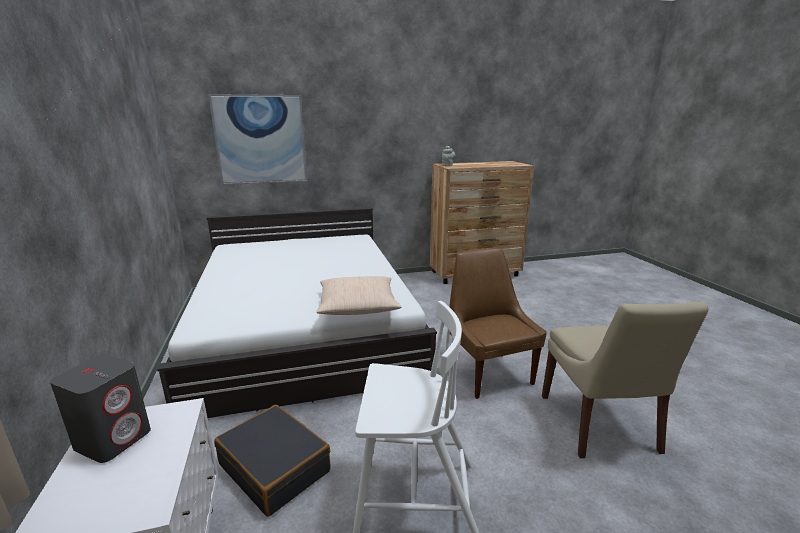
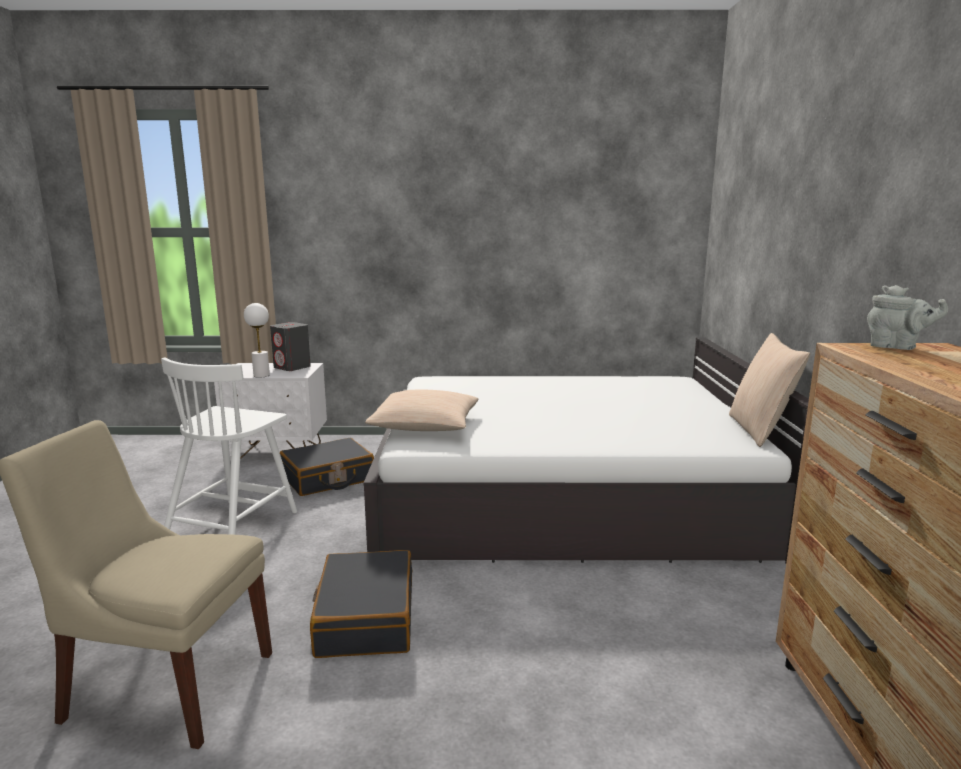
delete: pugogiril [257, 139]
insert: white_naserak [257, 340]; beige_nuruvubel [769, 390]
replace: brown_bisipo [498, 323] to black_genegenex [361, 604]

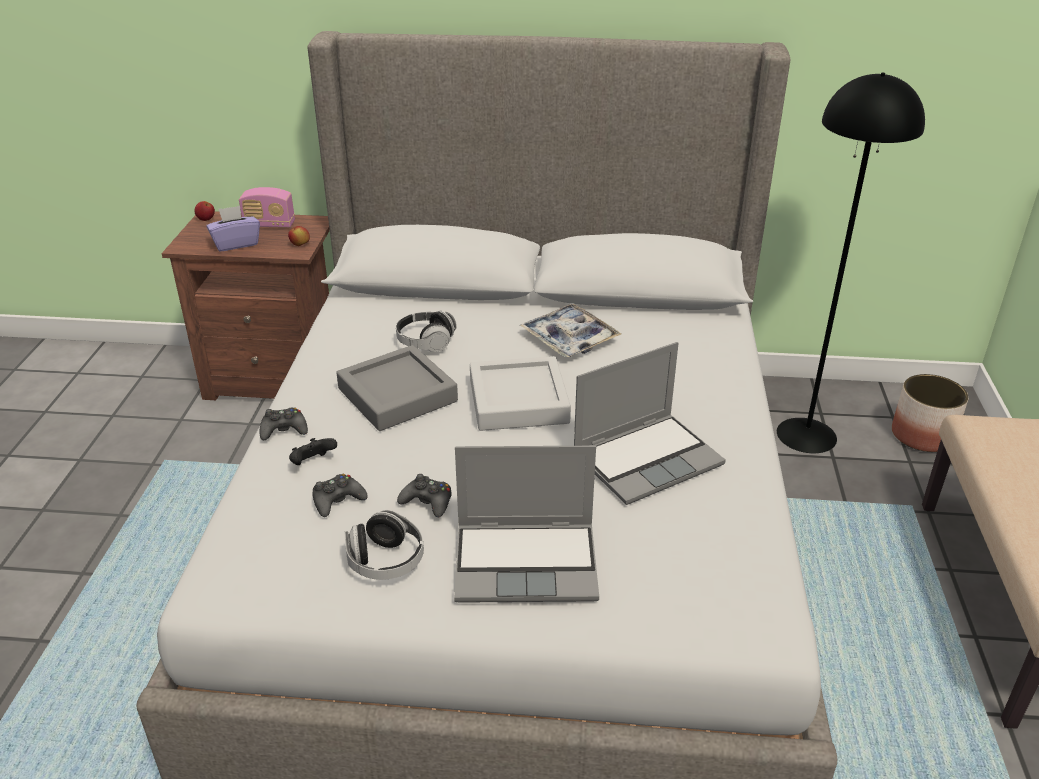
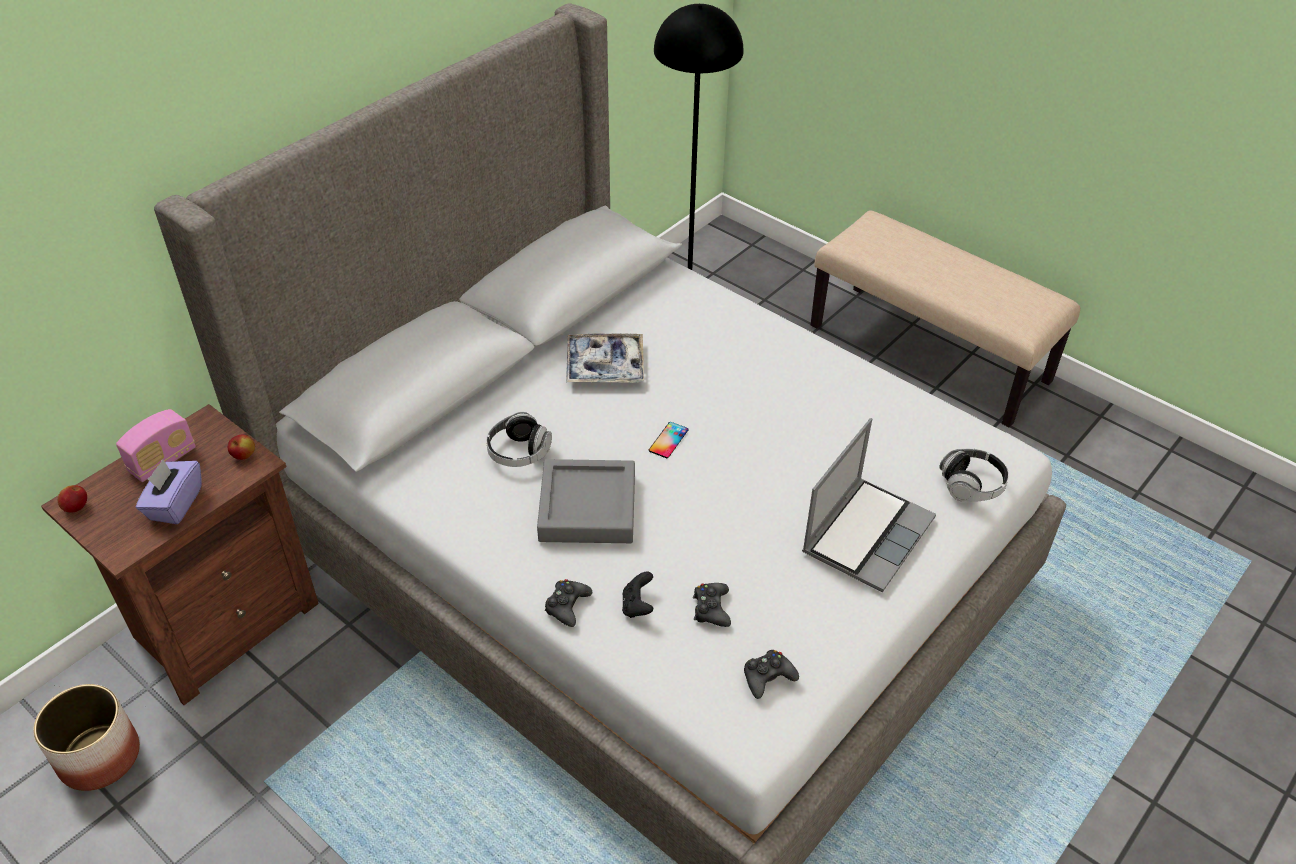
delete: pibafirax [650, 423]
move: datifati [384, 545] to [974, 475]; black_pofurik [424, 495] to [771, 674]; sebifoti [930, 413] to [86, 737]
replace: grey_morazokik [520, 393] to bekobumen [668, 440]

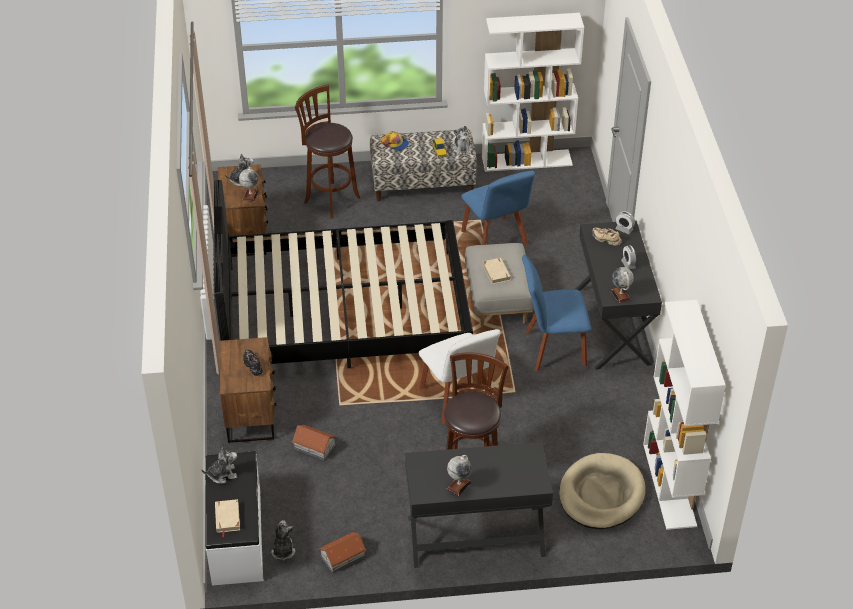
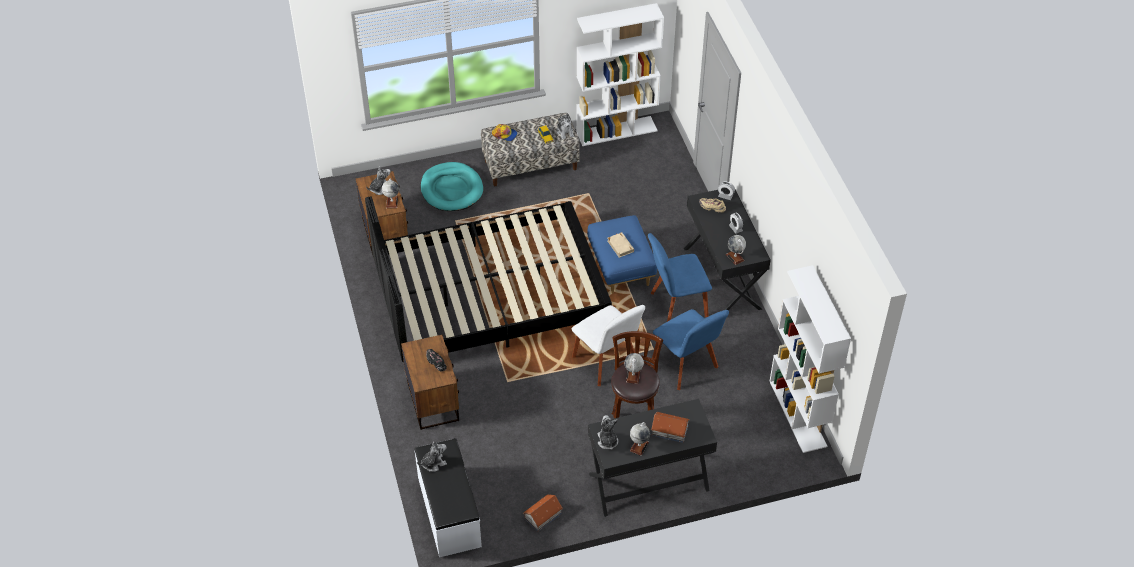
delete: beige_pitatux [227, 518]; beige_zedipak [602, 491]
insert: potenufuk [634, 368]
move: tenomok [283, 540] to [608, 432]; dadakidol [314, 443] to [670, 427]; blue_bisipo [498, 208] to [690, 349]
replace: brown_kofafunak [327, 152] to turquoise_zedipak [452, 186]
recolor: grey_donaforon [499, 285] to blue_donaforon [622, 254]

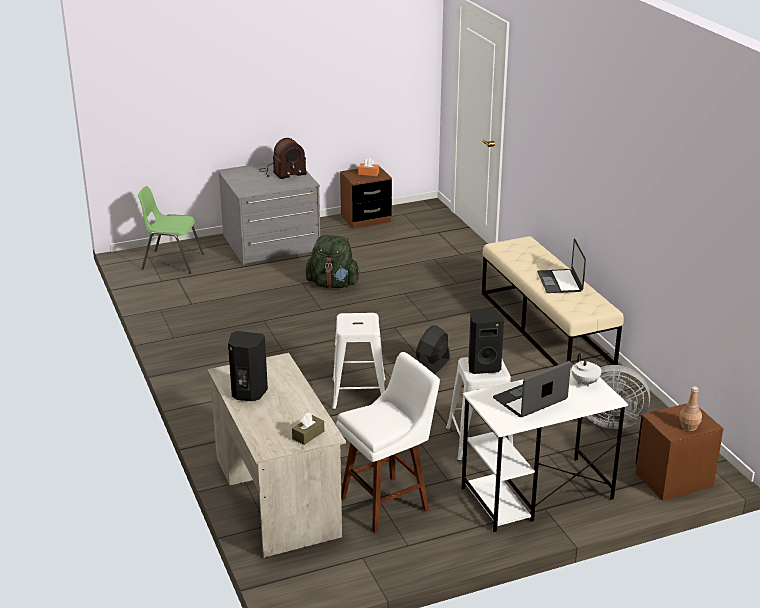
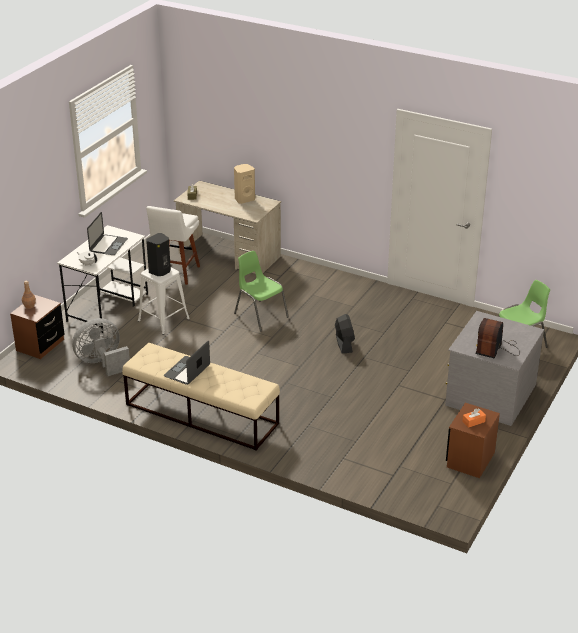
delete: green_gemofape [333, 261]
move: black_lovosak [433, 349] to [345, 333]
replace: white_kofafunak [358, 361] to green_bisipo [261, 291]
recolor: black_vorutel [248, 366] to beige_vorutel [244, 184]
rotate: pibafirax [561, 265] = [187, 363] 105 degrees counterclockwise

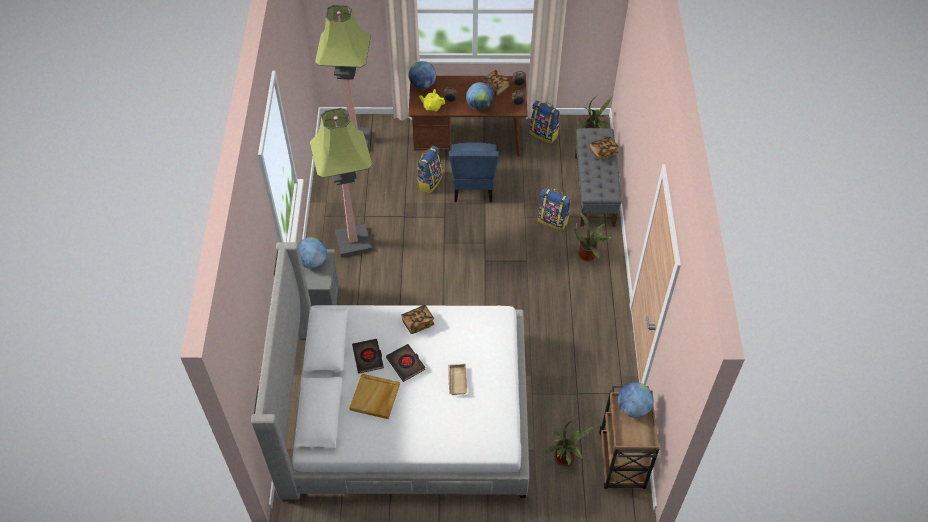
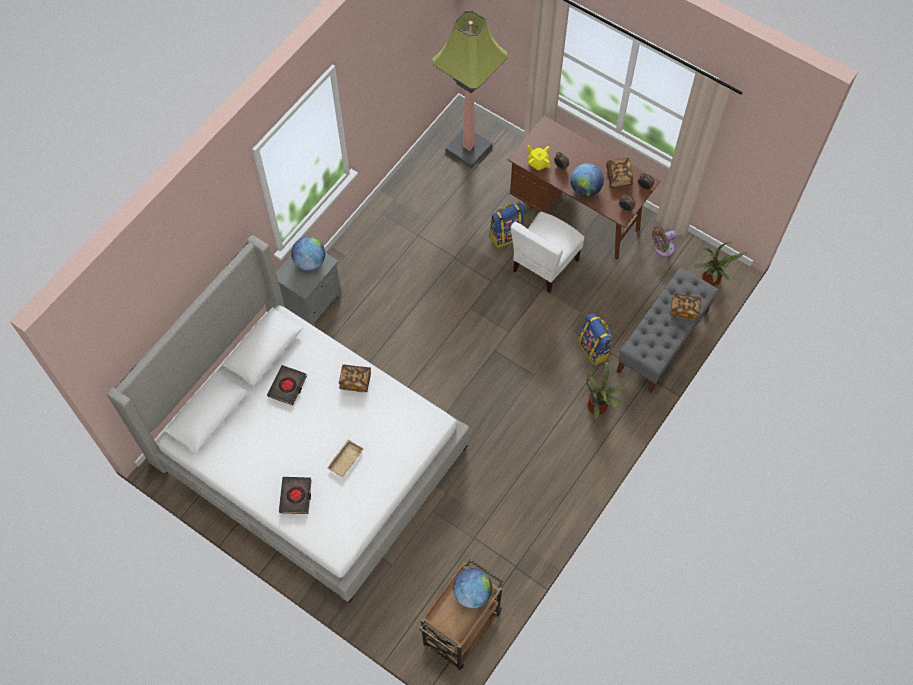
delete: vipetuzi [341, 182]; beige_morazokik [374, 396]; potenufuk [422, 75]; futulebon [569, 442]
move: black_pitatux [406, 363] to [295, 495]
replace: gemofape [545, 122] to brown_lovosak [664, 241]
recolor: blue_bisipo [474, 172] to white_bisipo [547, 252]

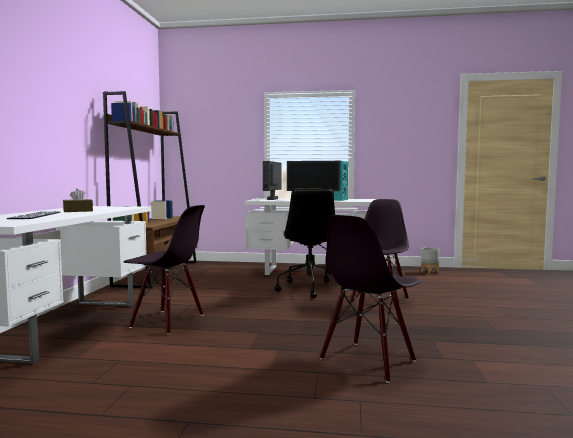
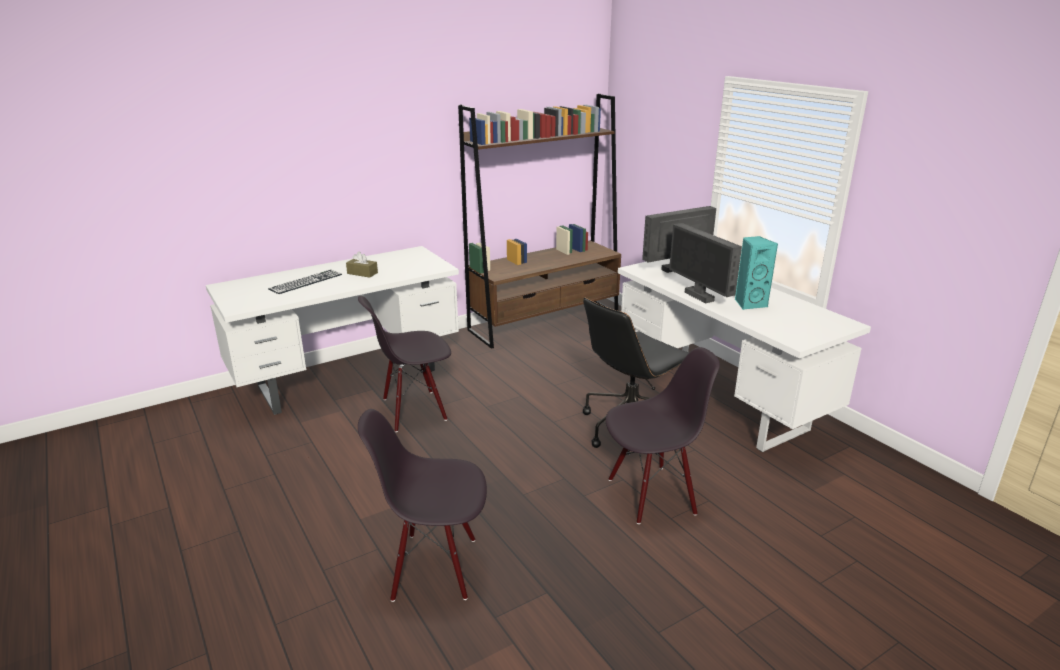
delete: grey_sebifoti [430, 261]
rotate: black_bisipo [164, 269] = [404, 364] 90 degrees clockwise

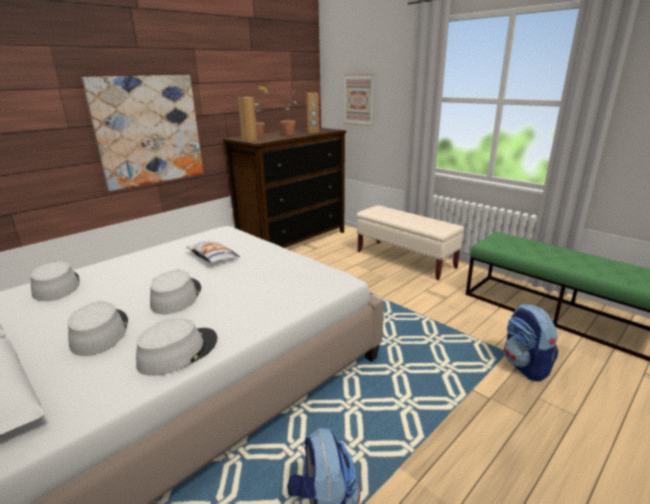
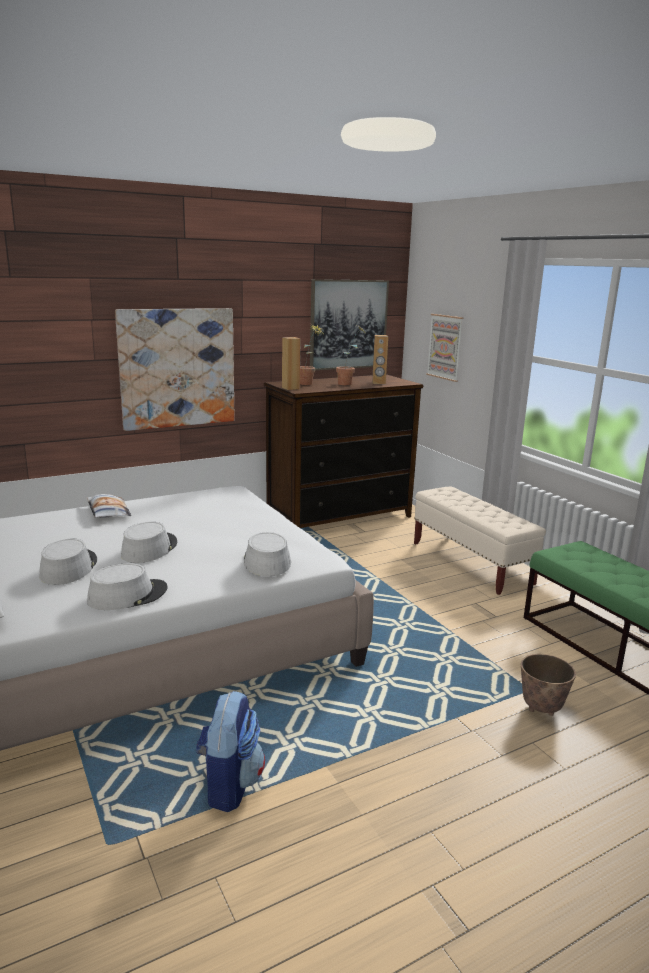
insert: pugogiril [349, 324]
move: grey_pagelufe [55, 281] to [267, 554]; nuruvubel [213, 252] to [108, 506]
replace: gemofape [531, 343] to sebifoti [548, 685]

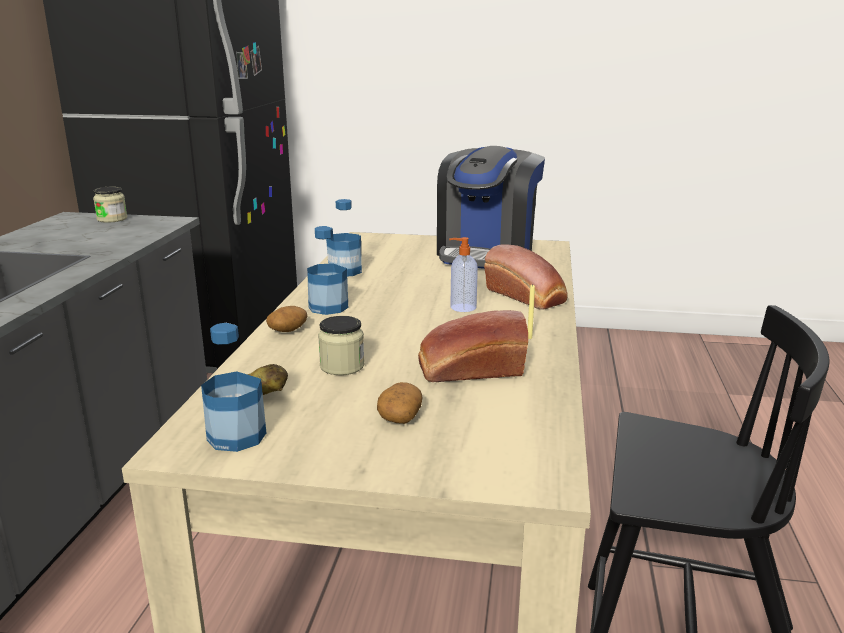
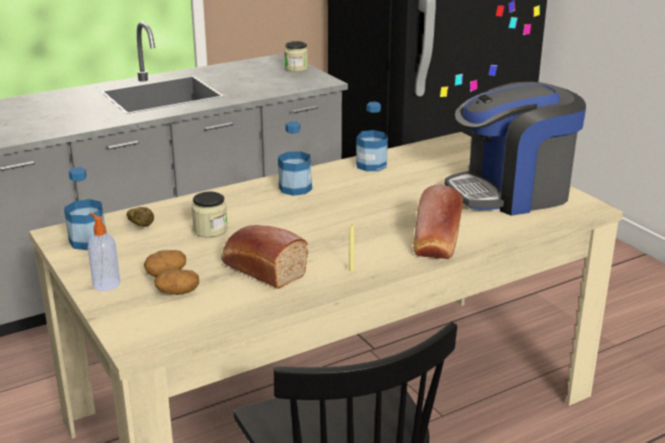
move: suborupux [286, 319] to [177, 282]; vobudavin [463, 274] to [104, 252]

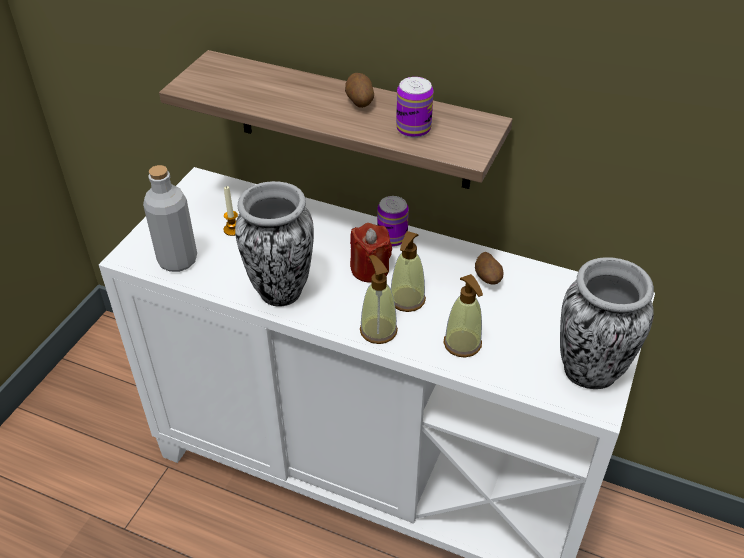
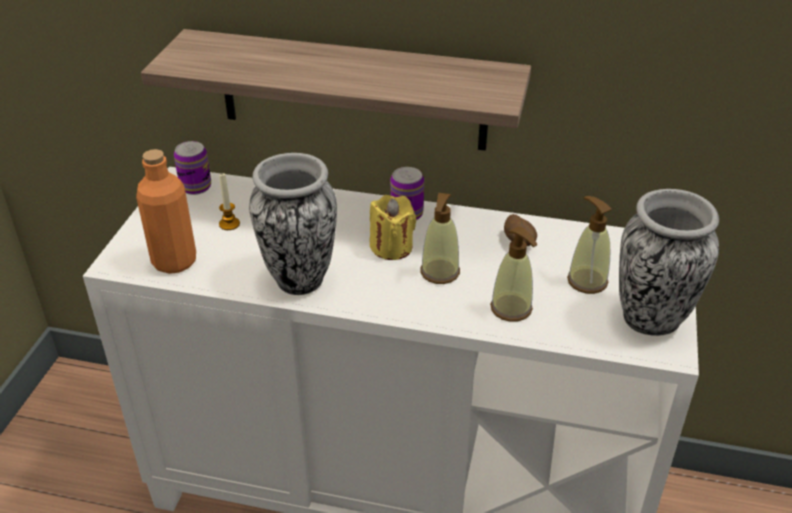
delete: suborupux [359, 90]
move: vobudavin [379, 299] to [589, 245]; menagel [415, 107] to [192, 168]
recolor: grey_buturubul [170, 218] to orange_buturubul [166, 211]; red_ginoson [371, 253] to yellow_ginoson [393, 227]

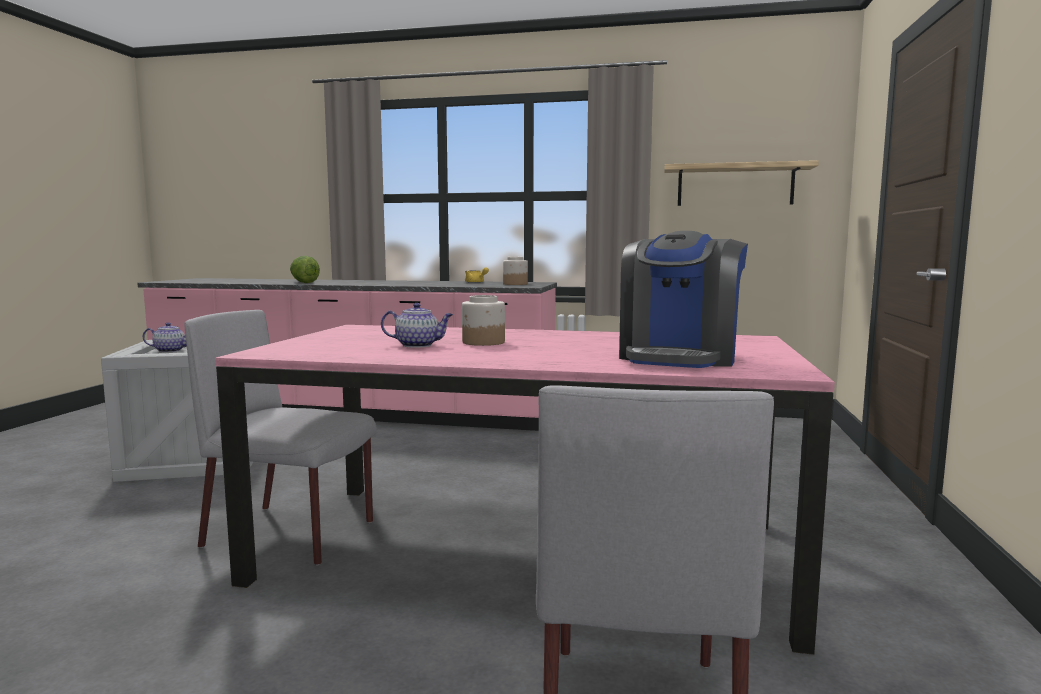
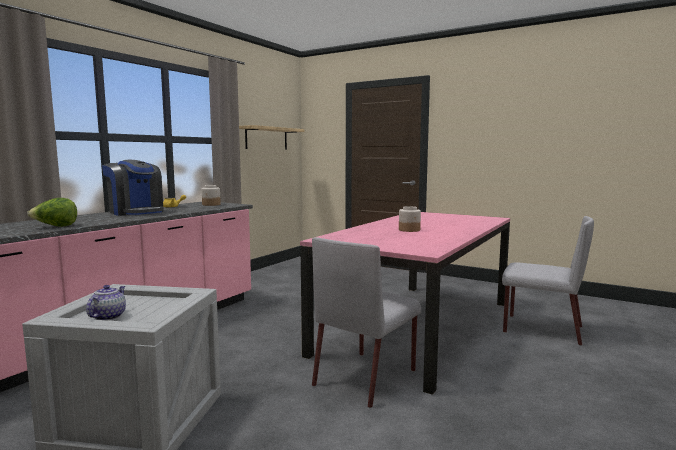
delete: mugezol [417, 325]
move: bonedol [683, 299] to [133, 188]

